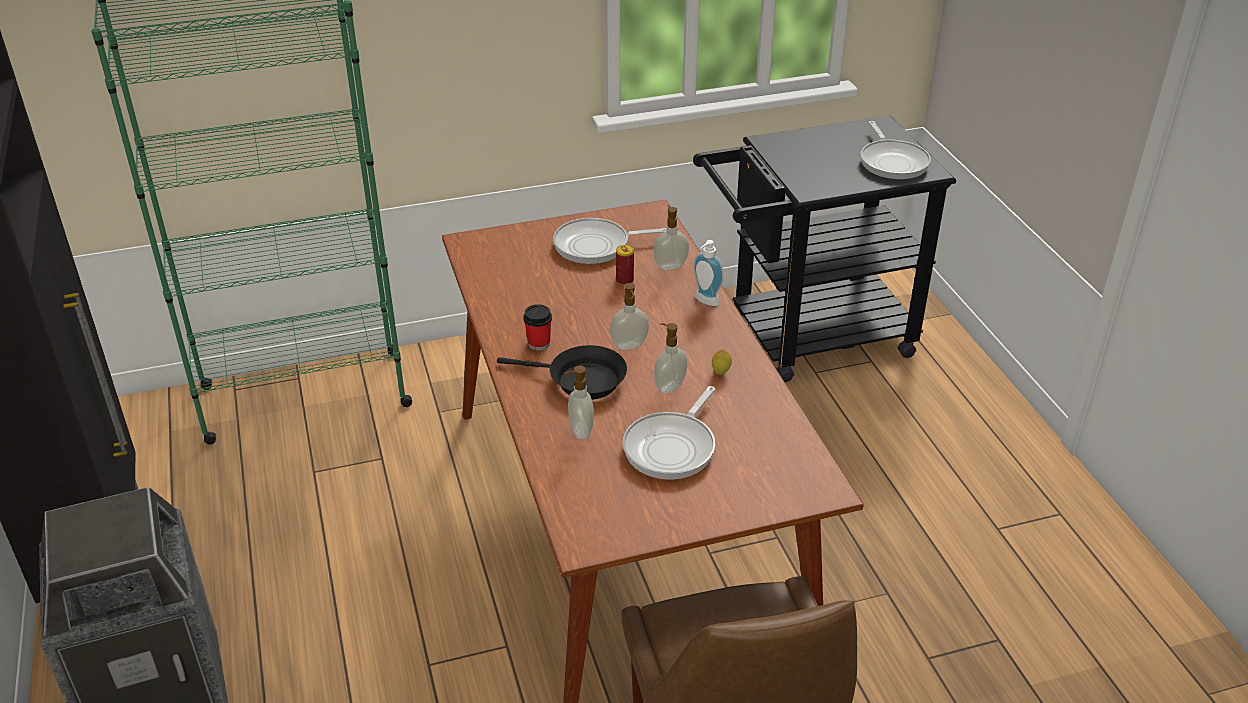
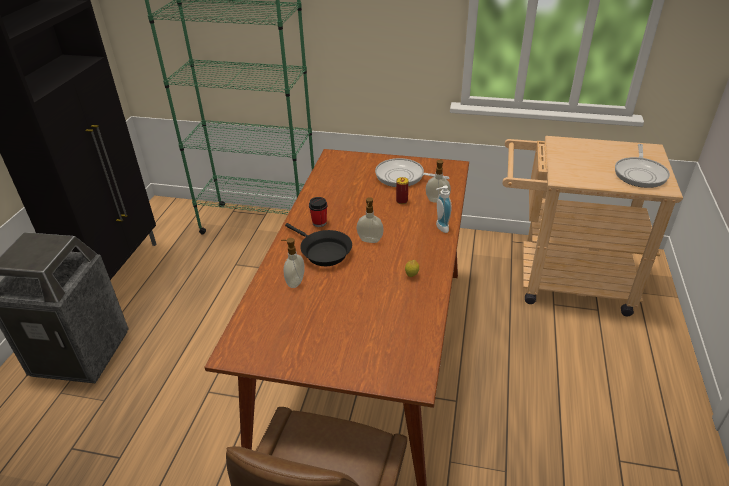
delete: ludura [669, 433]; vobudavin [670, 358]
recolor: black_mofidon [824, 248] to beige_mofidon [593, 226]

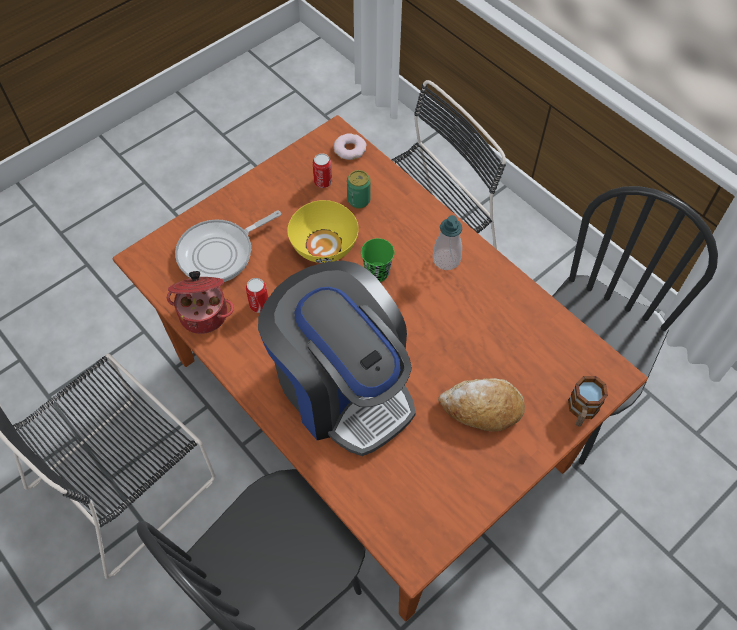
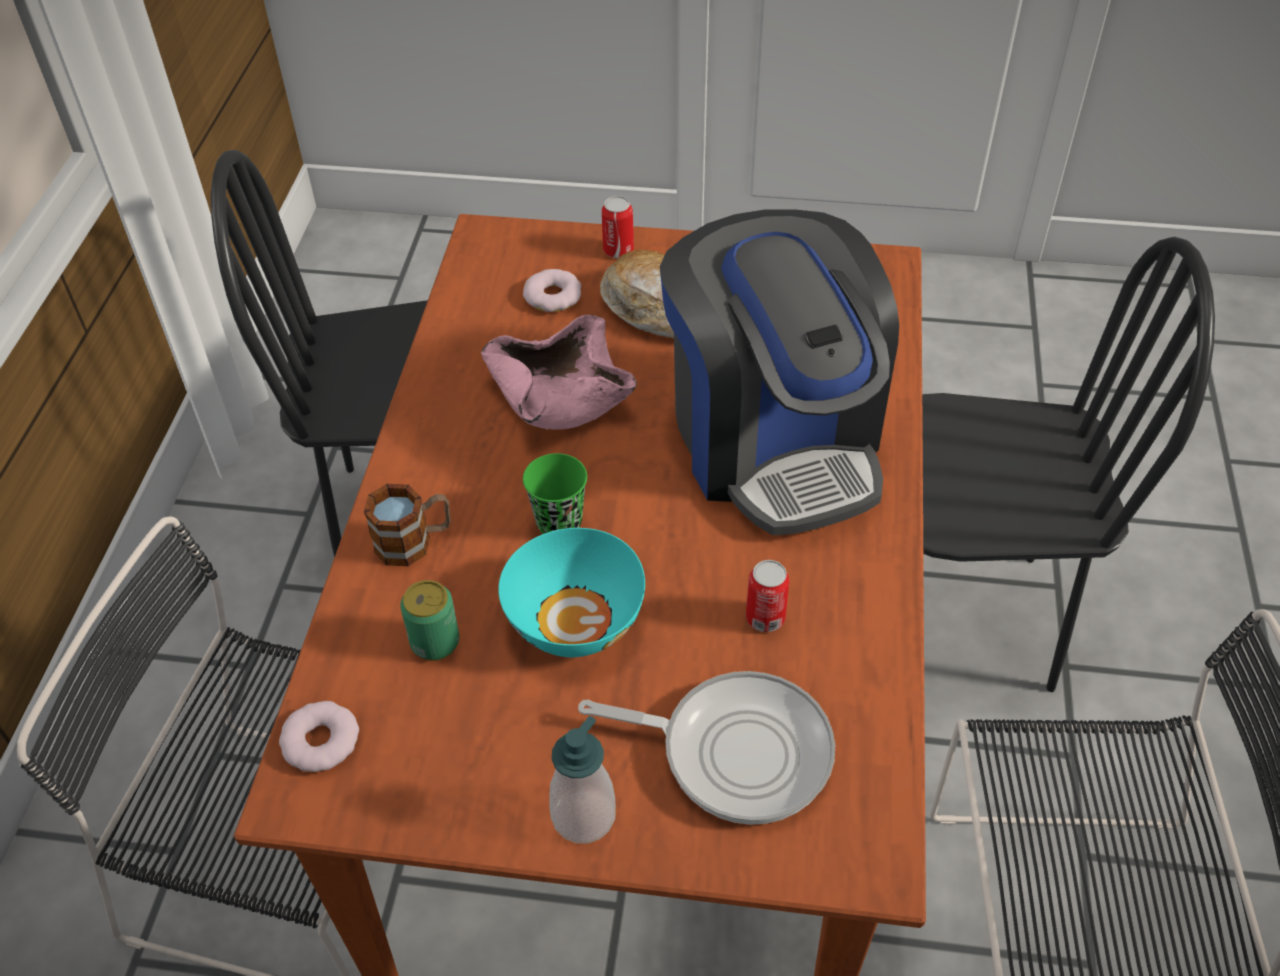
delete: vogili [200, 302]
insert: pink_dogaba [559, 372]; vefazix [552, 290]
move: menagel [322, 170] to [618, 227]; vobudavin [447, 242] to [582, 779]; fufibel [588, 401] to [407, 525]
recolor: yellow_dogaba [323, 231] to turquoise_dogaba [571, 592]
rotate: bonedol [337, 358] = [779, 372] 150 degrees clockwise

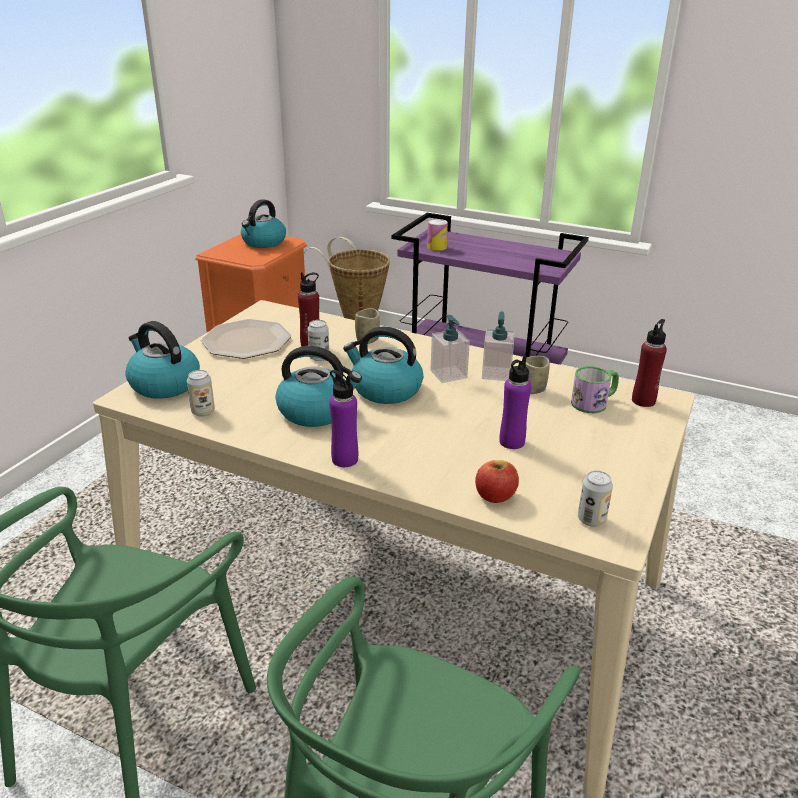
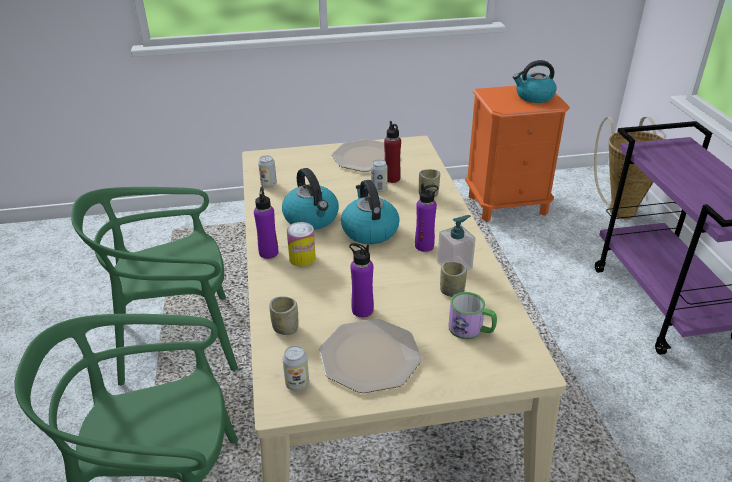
delete: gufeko [162, 360]; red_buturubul [649, 363]
insert: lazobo [370, 356]
move: menagel [437, 235] to [301, 244]
replace: vobudavin [450, 349] to purple_buturubul [426, 217]; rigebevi [497, 481] to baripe [283, 315]

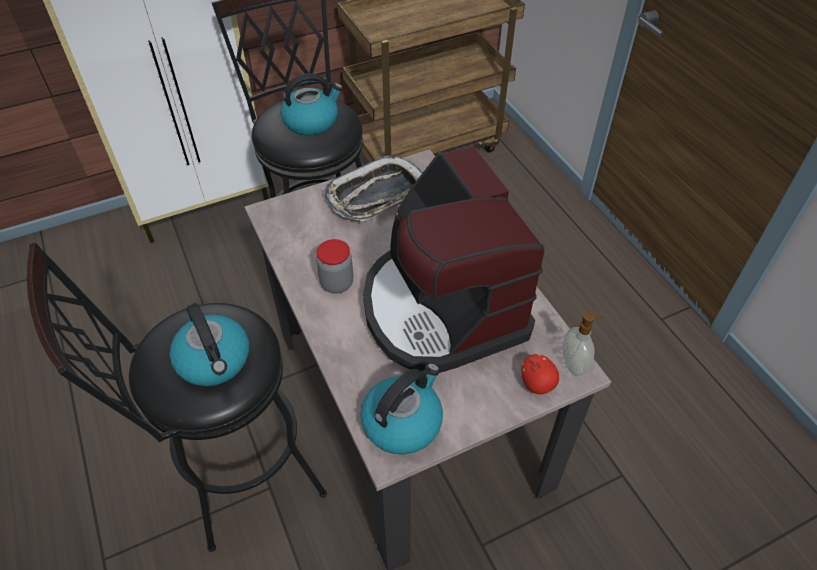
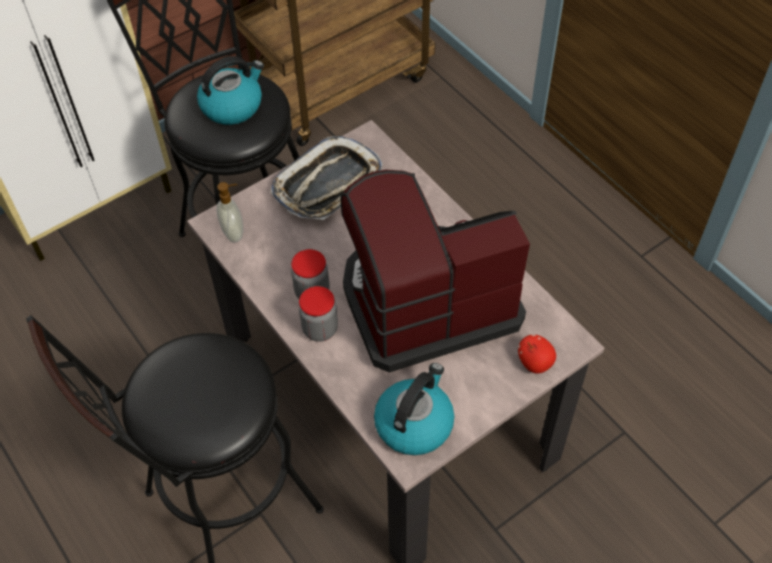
delete: gufeko [209, 344]
insert: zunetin [318, 314]
move: vobudavin [583, 343] to [230, 212]
rotate: bonedol [454, 259] = [435, 271] 105 degrees clockwise

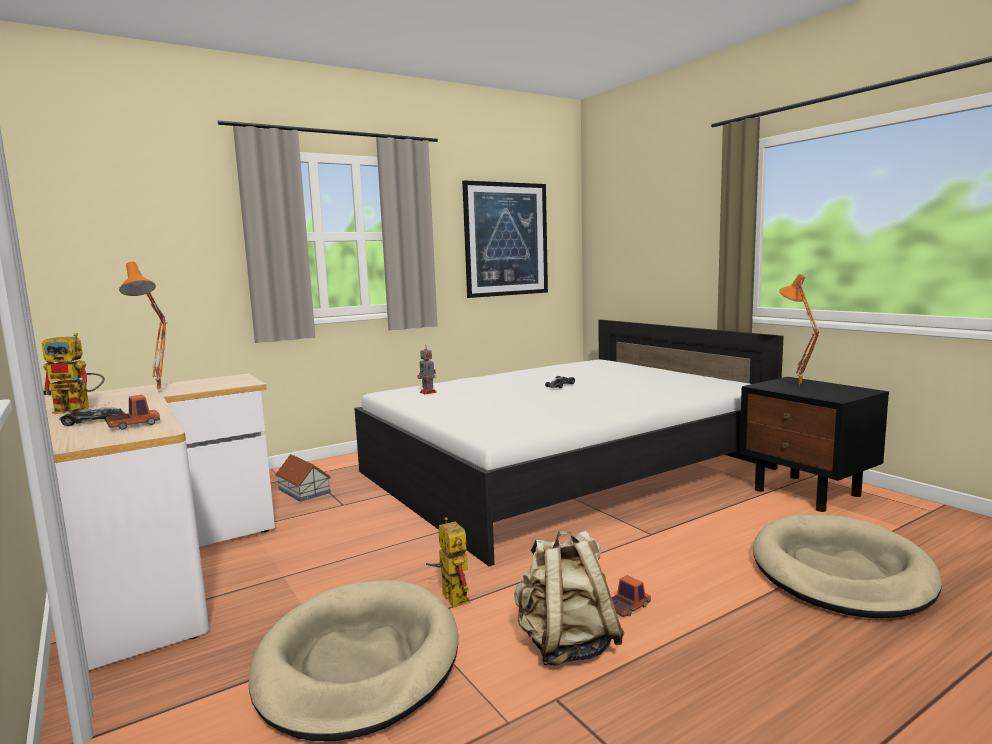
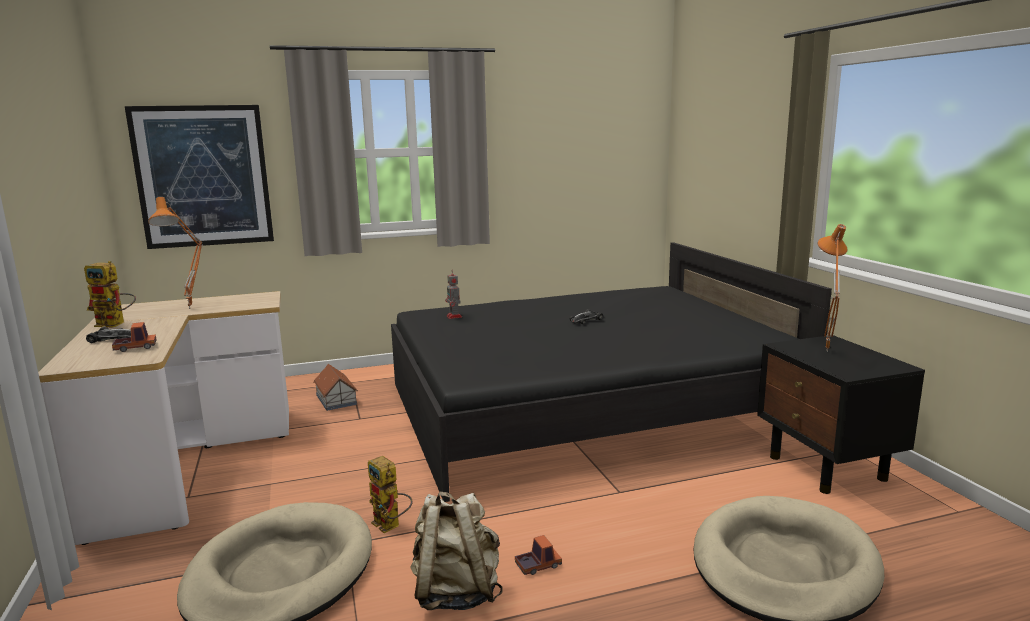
move: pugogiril [505, 239] to [199, 177]
recolor: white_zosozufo [569, 443] to black_zosozufo [611, 372]
rotate: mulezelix [448, 562] = [390, 494] 150 degrees clockwise

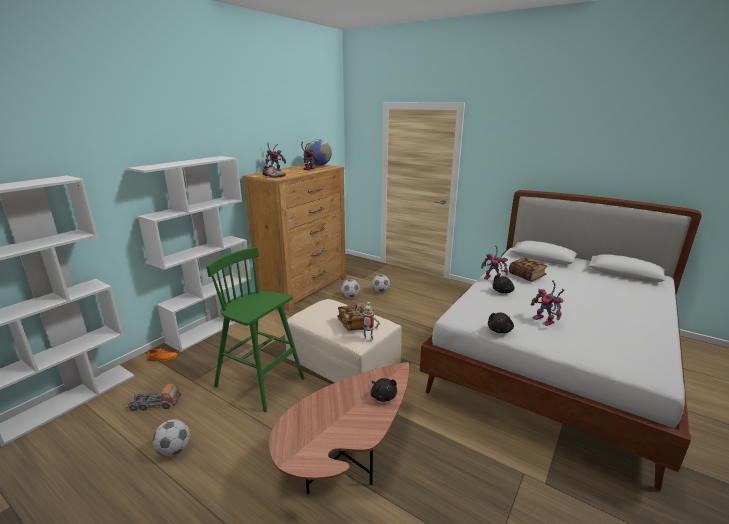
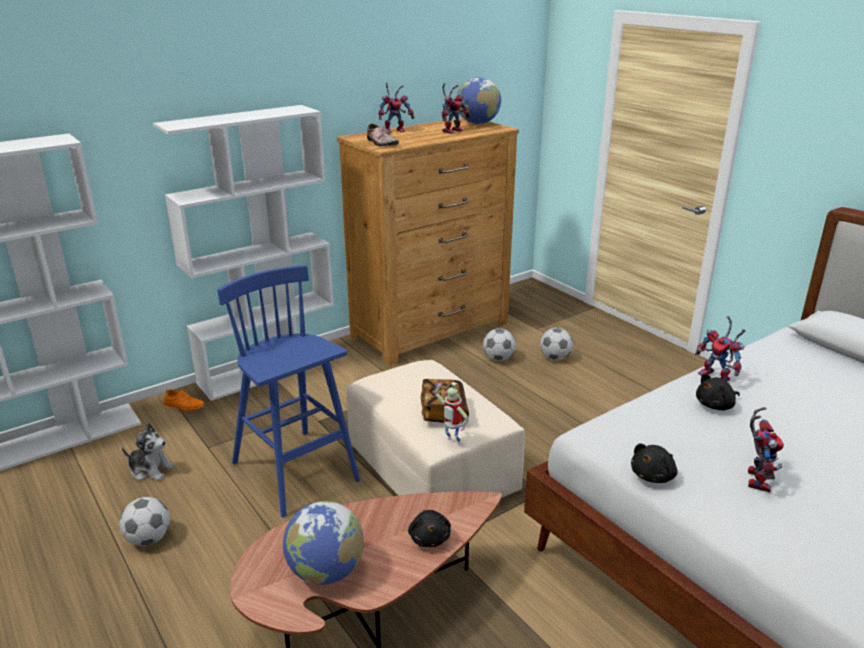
delete: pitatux [528, 270]
insert: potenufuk [323, 543]
replace: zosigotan [154, 397] to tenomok [148, 452]
recolor: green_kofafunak [255, 329] to blue_kofafunak [288, 391]
rotate: mulezelix [547, 303] = [766, 449] 150 degrees counterclockwise

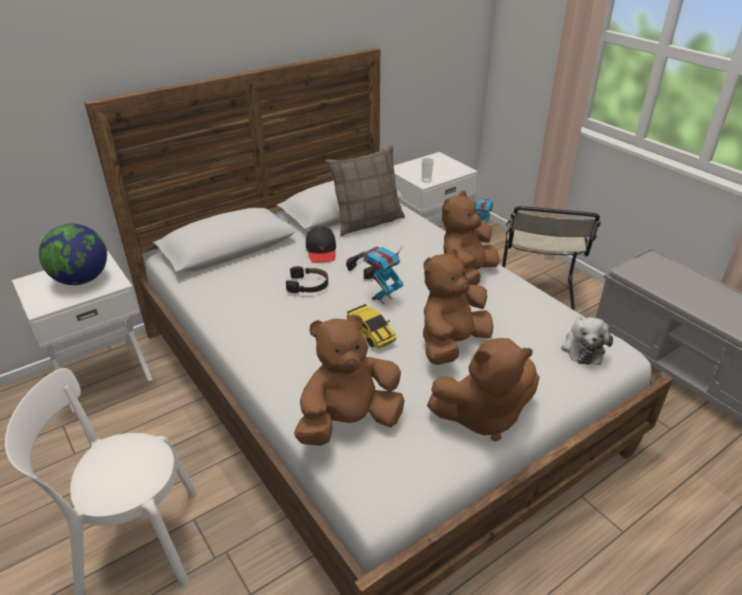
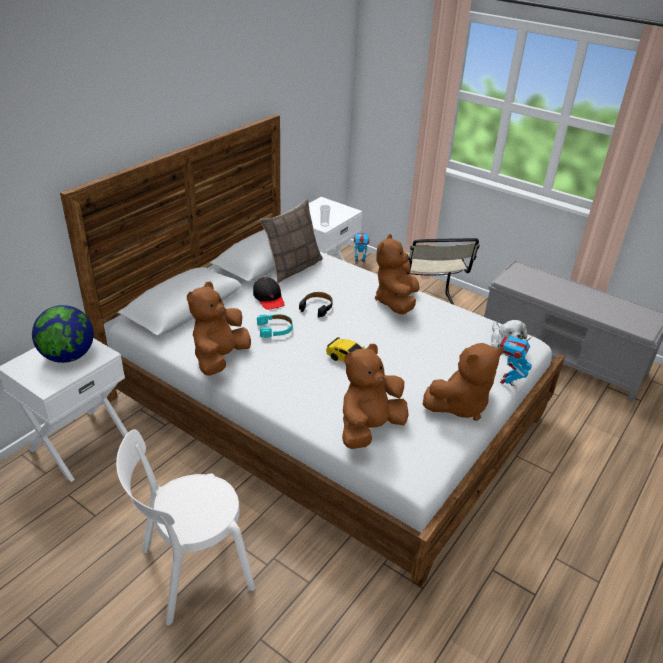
move: mulezelix [383, 275] to [516, 360]; brown_tenomok [458, 306] to [219, 329]
recolor: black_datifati [307, 279] to turquoise_datifati [275, 326]

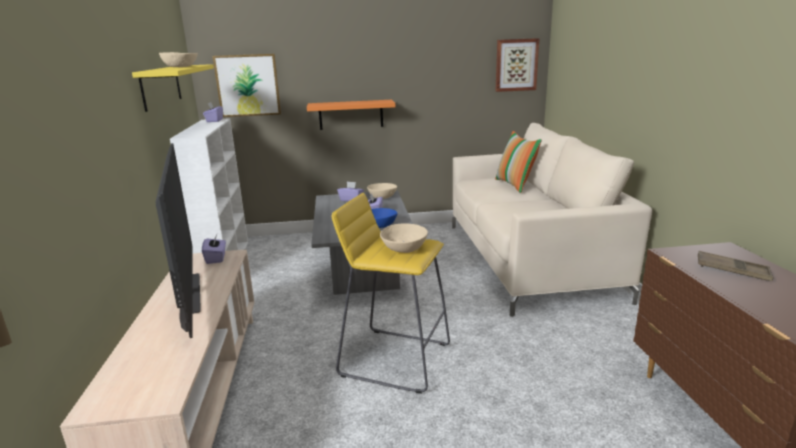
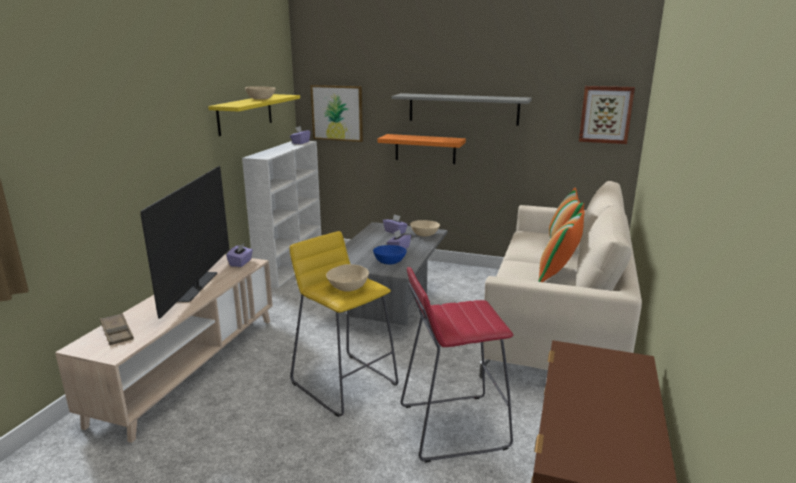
insert: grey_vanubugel [462, 109]; red_kofafunak [457, 365]; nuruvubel [561, 246]
move: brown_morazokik [736, 266] to [117, 329]

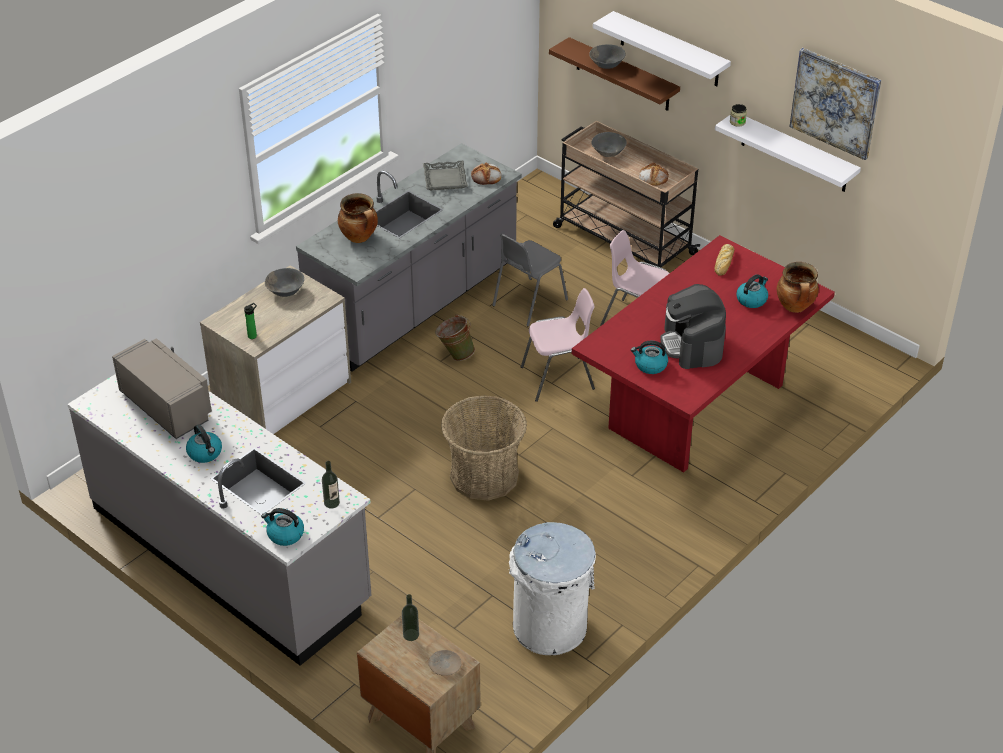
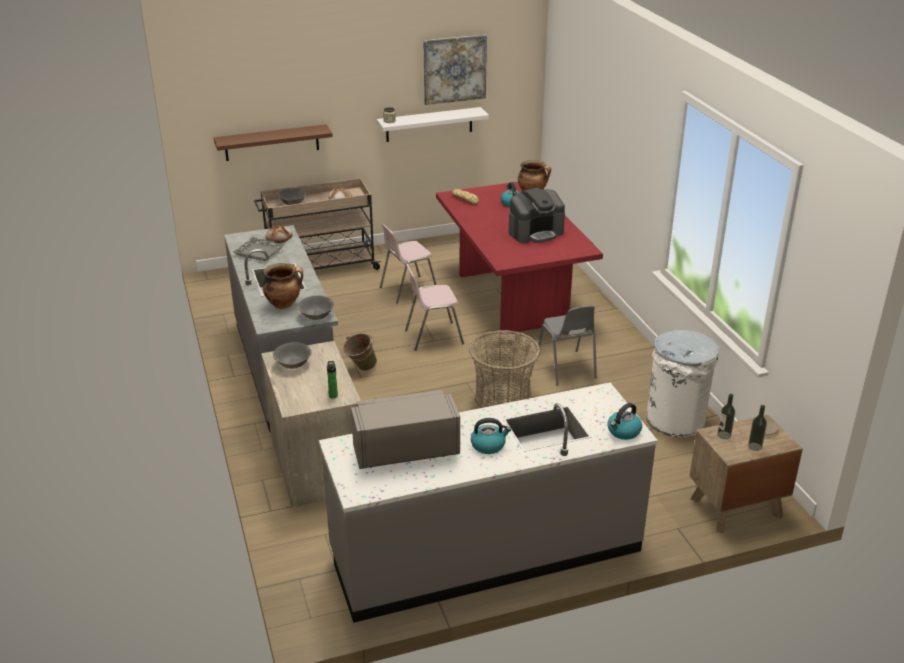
delete: white_vanubugel [662, 49]; gufeko [649, 357]
move: buturubul [331, 485] to [757, 428]; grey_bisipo [530, 280] to [567, 345]; grey_dogaba [607, 56] to [315, 307]
rotate: pink_bisipo [558, 345] = [434, 307] 120 degrees counterclockwise; bonedol [693, 326] = [537, 215] 45 degrees counterclockwise

